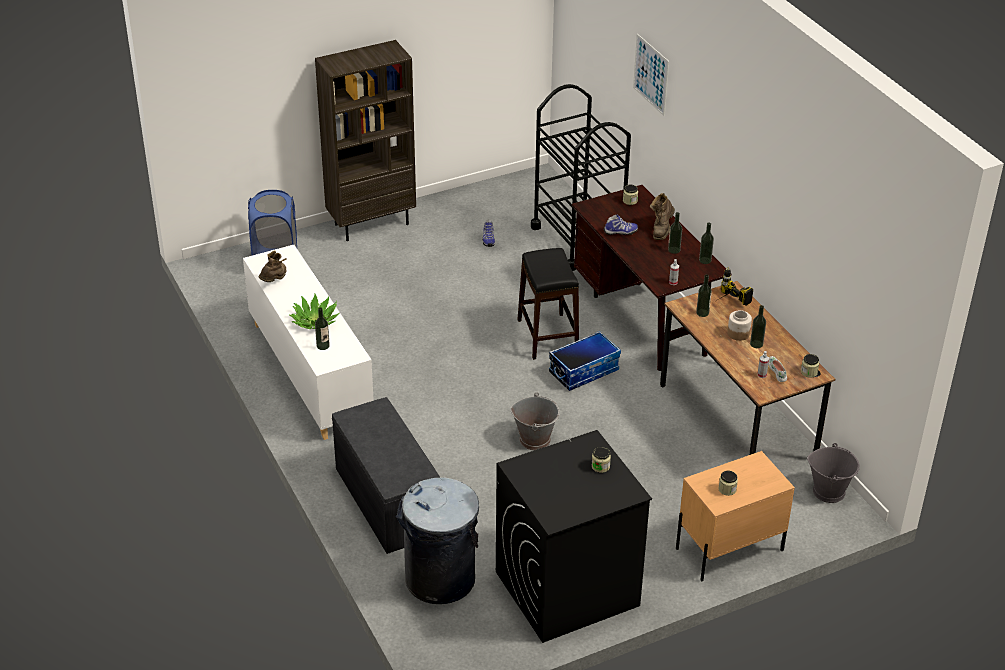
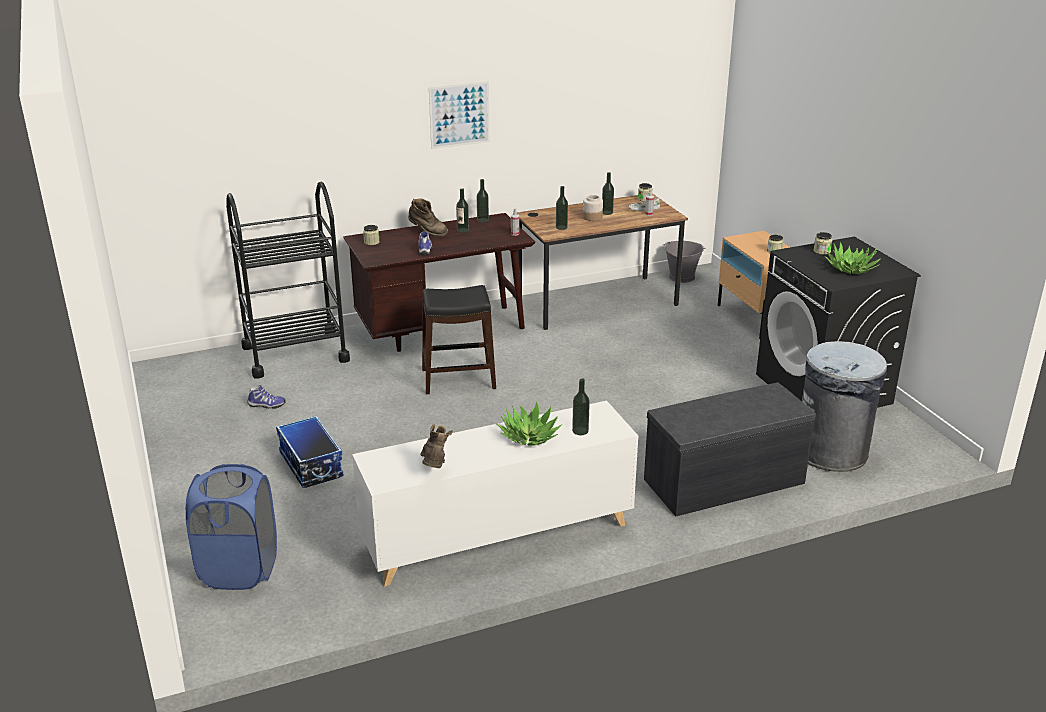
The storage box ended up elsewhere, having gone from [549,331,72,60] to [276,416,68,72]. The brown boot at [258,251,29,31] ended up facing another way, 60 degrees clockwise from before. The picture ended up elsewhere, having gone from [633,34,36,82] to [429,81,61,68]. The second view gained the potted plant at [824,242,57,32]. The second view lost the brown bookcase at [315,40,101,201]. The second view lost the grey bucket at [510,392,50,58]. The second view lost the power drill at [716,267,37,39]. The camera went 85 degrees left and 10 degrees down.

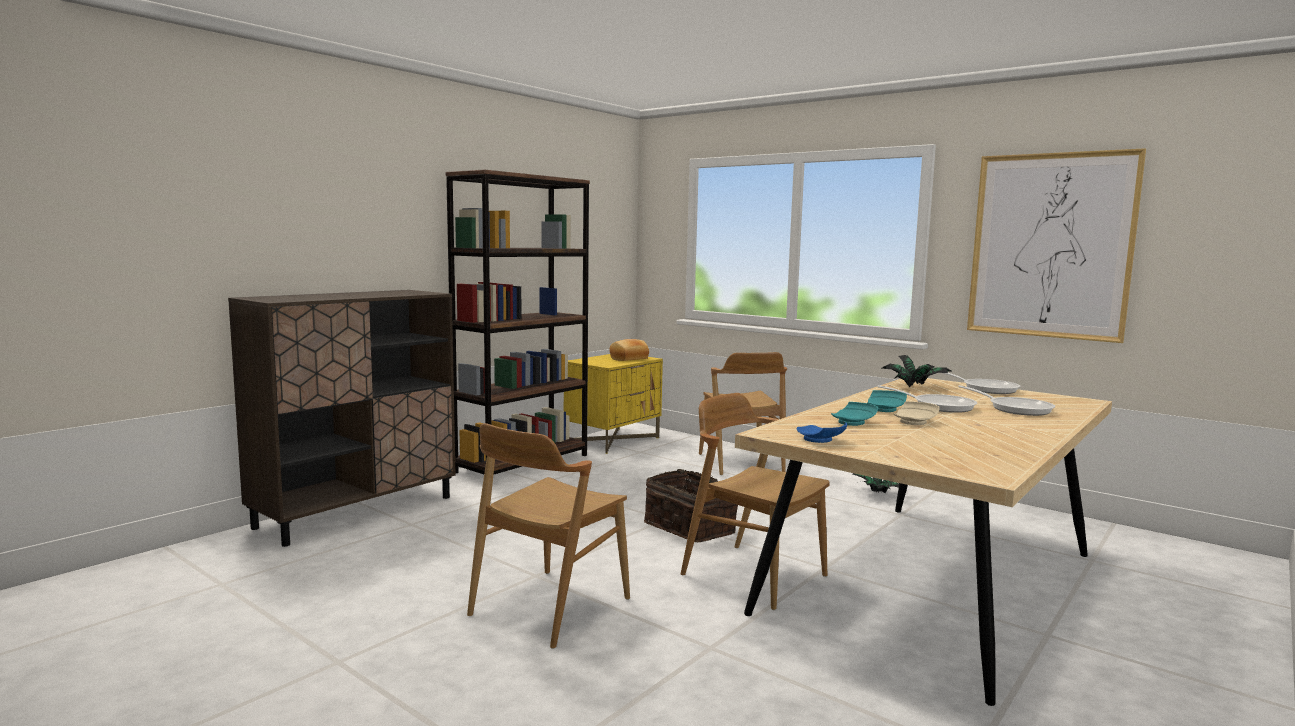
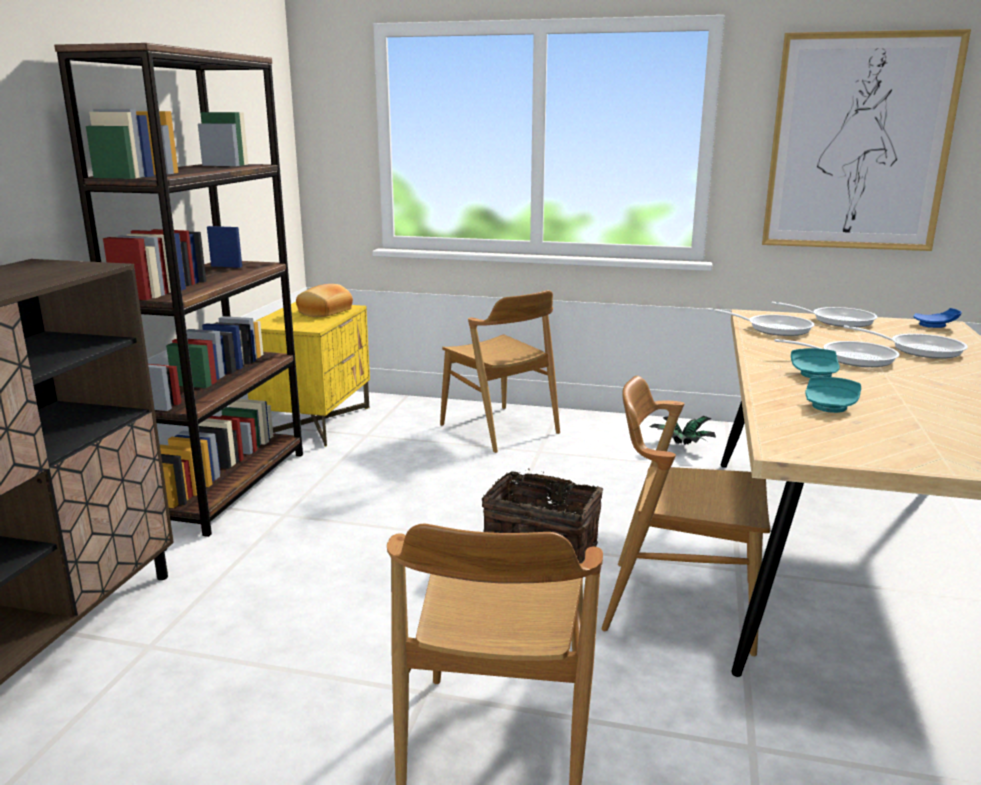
Where the potted plant stood at [882,355,71,32], the frying pan came to stand at [707,308,107,28]. The blue plate ended up elsewhere, having gone from [797,423,50,20] to [914,308,48,20]. The second view lost the beige plate at [894,401,46,24]. The camera went 25 degrees left and 10 degrees up.

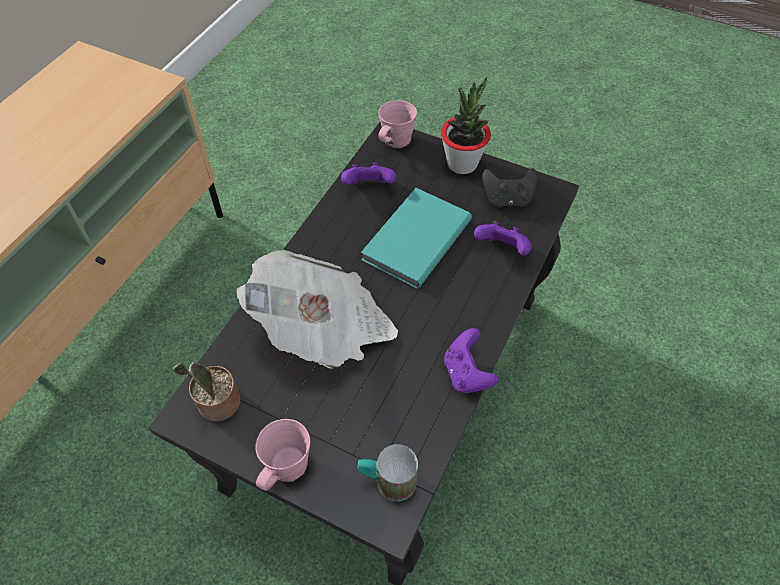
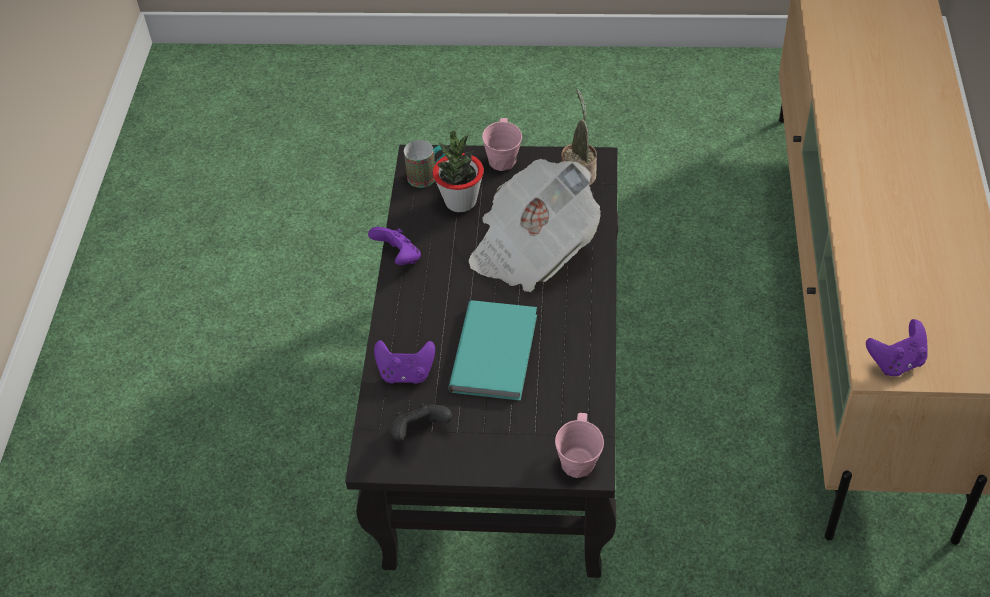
The potted plant ended up elsewhere, having gone from [441,77,50,97] to [433,131,51,81]. The purple game controller ended up elsewhere, having gone from [341,163,55,22] to [866,319,62,57]. The camera went 160 degrees right and 5 degrees down.

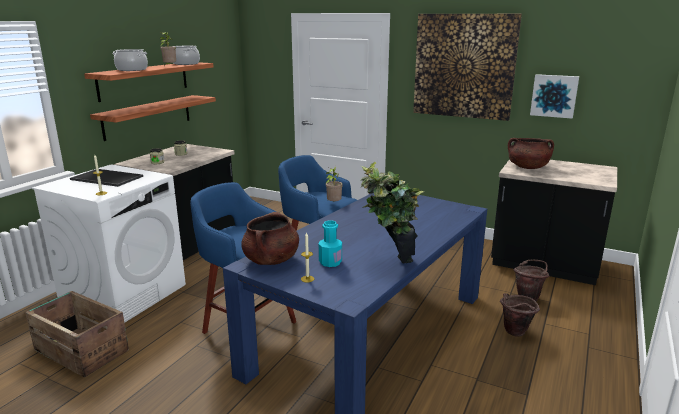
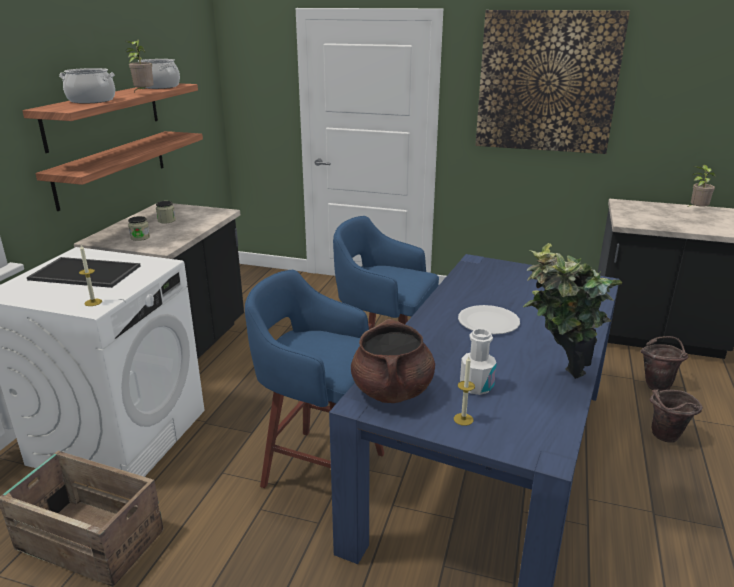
The second view gained the white plate at [458,305,62,30]. What was the turquoise bottle at [318,220,24,47] turned into the white bottle at [460,328,37,67]. The potted plant ended up elsewhere, having gone from [326,166,17,35] to [687,165,29,42]. The second view lost the brown cooking pot at [508,138,46,31]. The second view lost the picture at [530,74,49,45]. The camera went 10 degrees left and 5 degrees up.

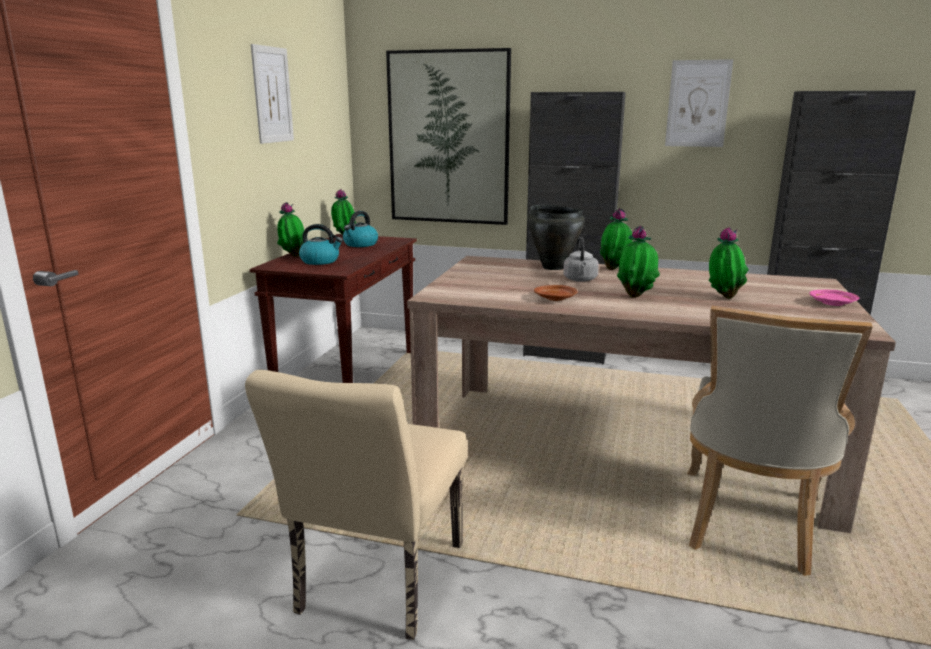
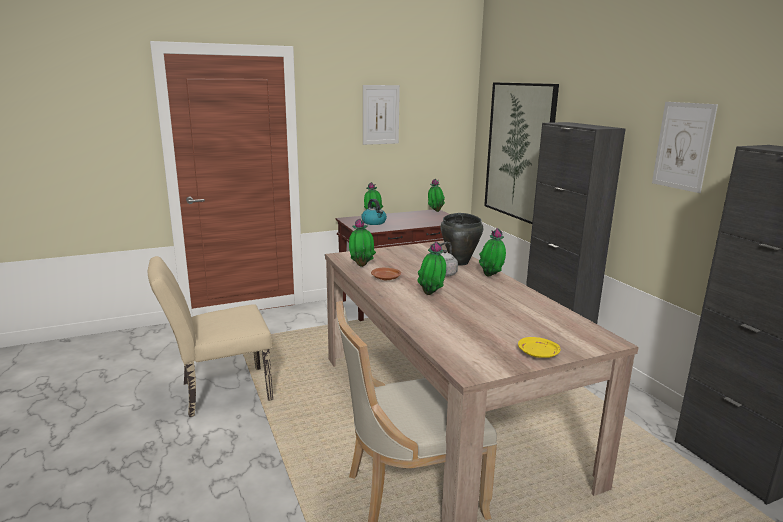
The potted plant ended up elsewhere, having gone from [709,227,40,72] to [349,219,27,48]. What was the pink plate at [809,290,50,16] turned into the yellow plate at [518,337,42,21]. The second view lost the kettle at [343,211,35,36]. The camera went 50 degrees right and 0 degrees up.

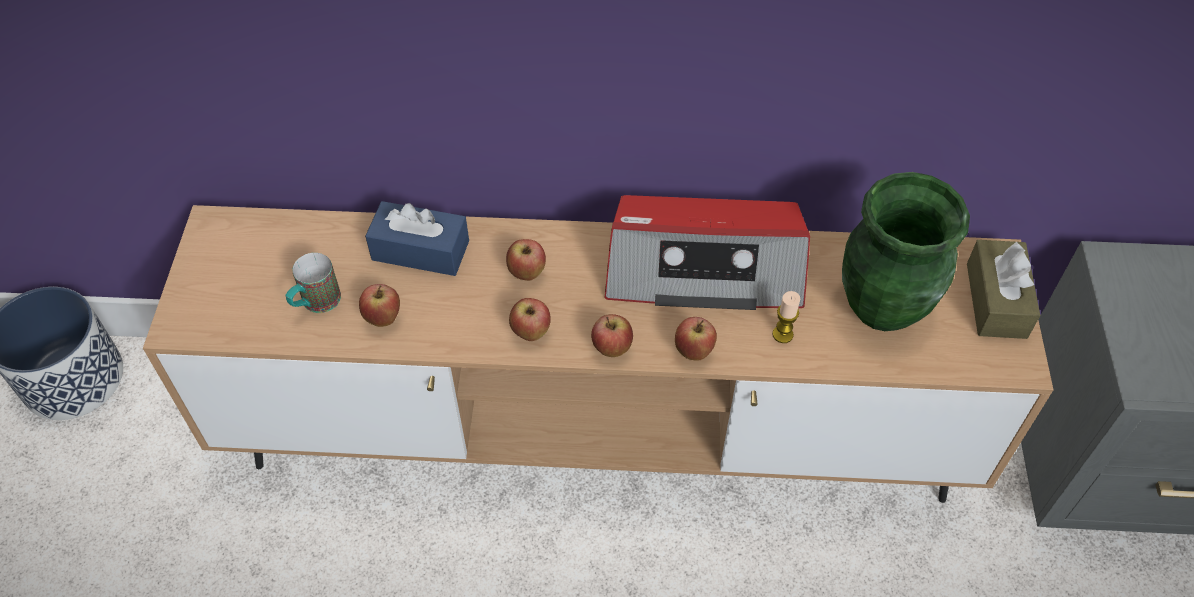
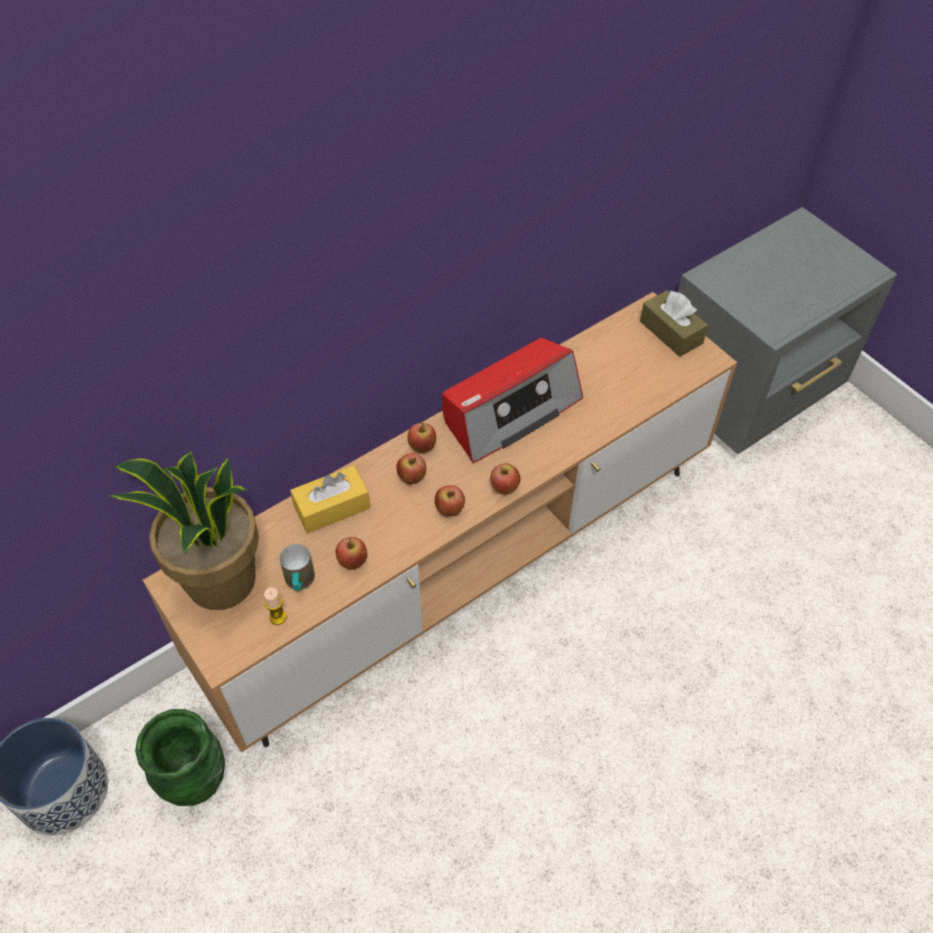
The second view gained the potted plant at [109,451,150,159]. The green vase ended up elsewhere, having gone from [842,172,128,159] to [135,709,90,97]. The candle ended up elsewhere, having gone from [772,291,28,52] to [264,587,23,38]. What was the blue tissue box at [365,201,104,75] turned into the yellow tissue box at [290,465,81,69]. The apple ended up elsewhere, having gone from [675,317,42,44] to [408,423,28,31]. The camera went 40 degrees left and 0 degrees up.

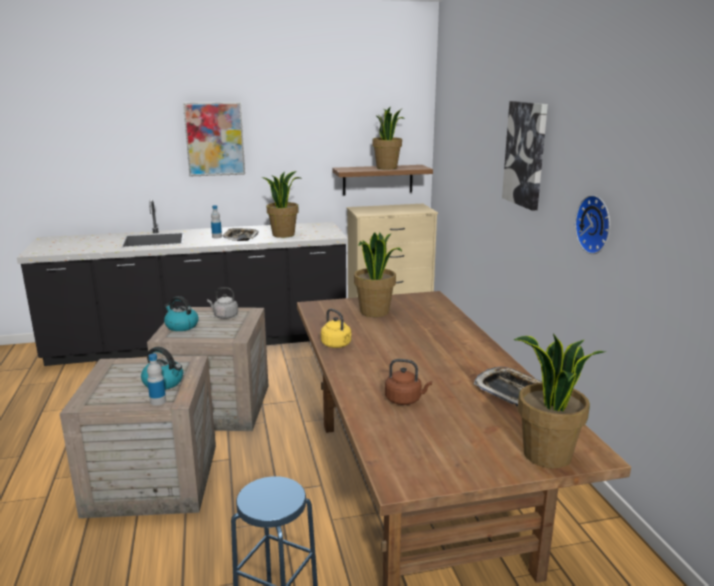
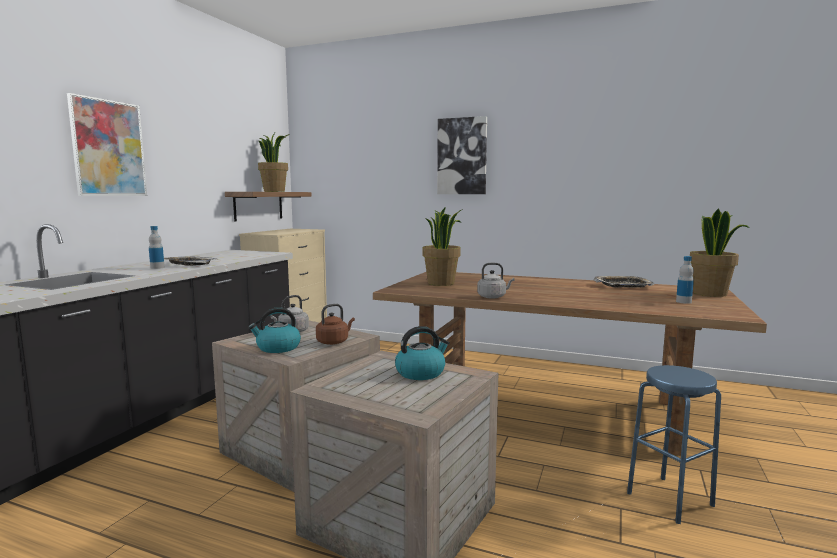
The brown kettle ended up elsewhere, having gone from [385,359,47,46] to [316,304,39,41]. What was the yellow kettle at [321,309,31,39] turned into the grey kettle at [477,263,38,36]. The bottle ended up elsewhere, having gone from [147,354,19,52] to [676,256,18,48]. The second view lost the potted plant at [262,171,38,67]. The second view lost the wall clock at [575,195,35,59]. The camera went 55 degrees left and 10 degrees down.

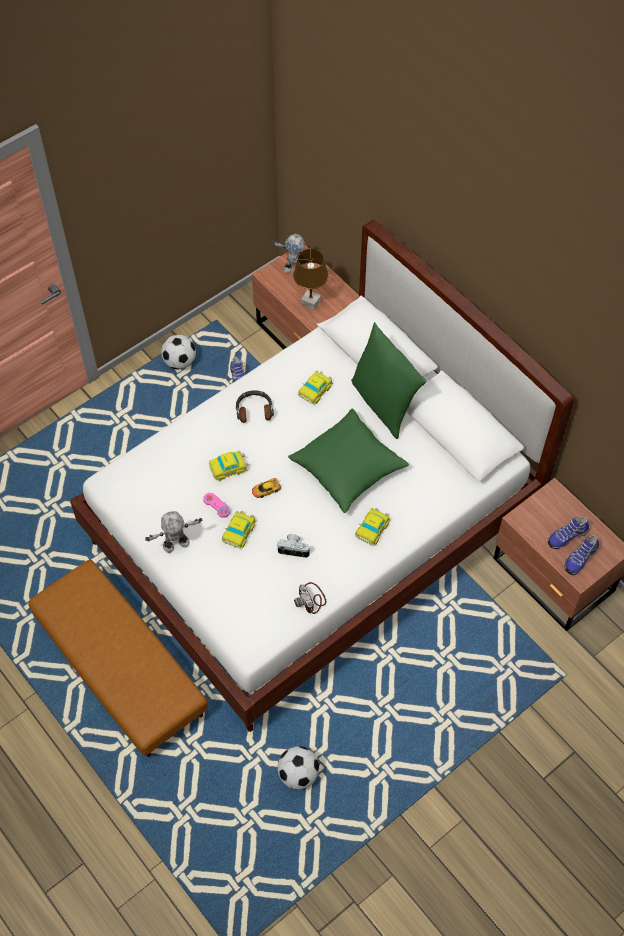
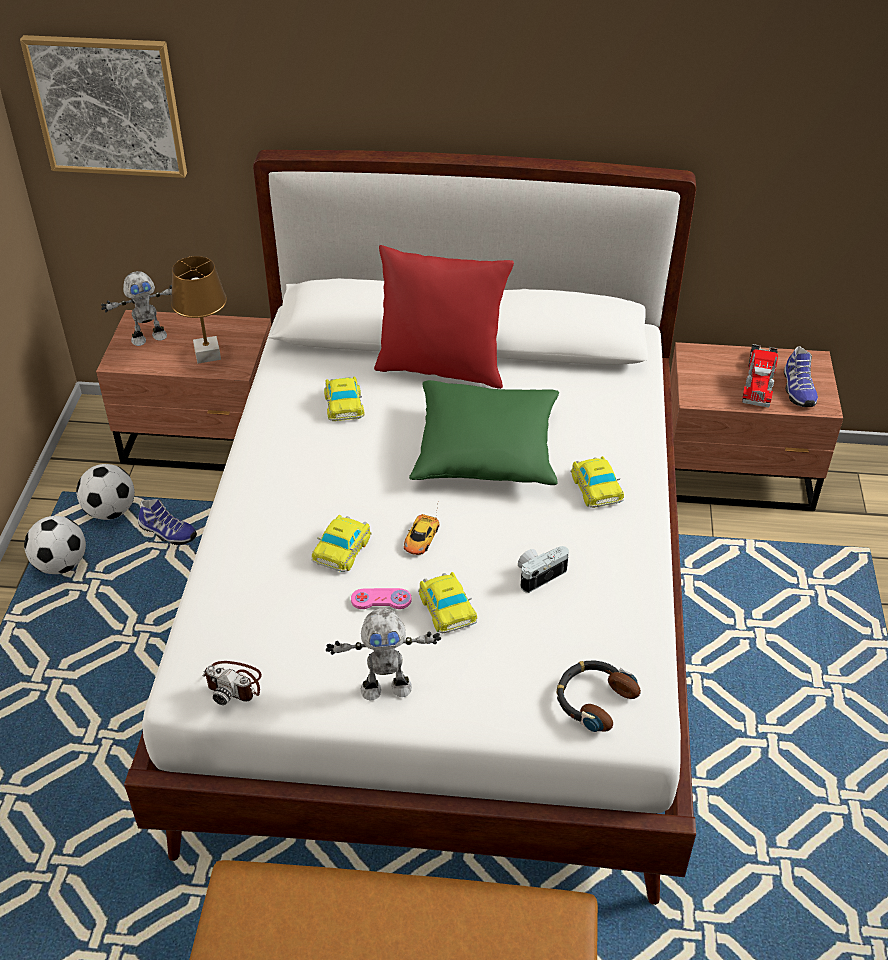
The second view gained the picture at [20,35,167,143]. The football ended up elsewhere, having gone from [277,746,42,44] to [76,464,59,56]. The photo camera ended up elsewhere, having gone from [294,582,32,32] to [202,661,60,44]. The toy robot at [145,511,58,42] ended up facing another way, 120 degrees counterclockwise from before. What was the green pillow at [351,322,75,117] turned into the red pillow at [374,245,140,144]. The headphones ended up elsewhere, having gone from [236,390,38,33] to [557,661,84,71]. Where the shoe stood at [548,517,41,32], the toy truck came to stand at [742,344,36,64]. The camera went 45 degrees left and 15 degrees down.

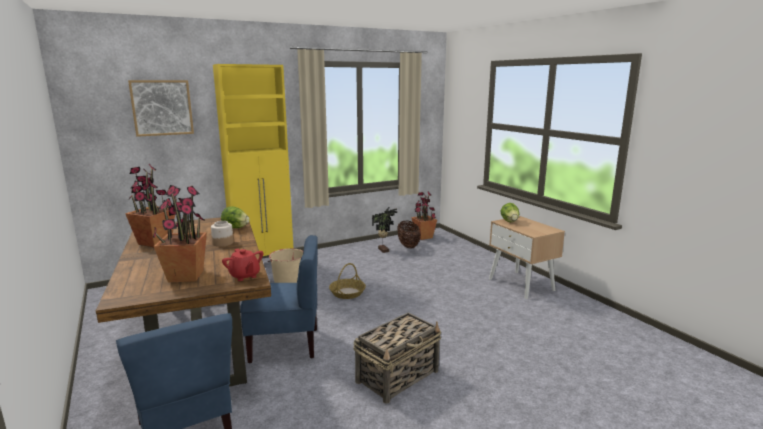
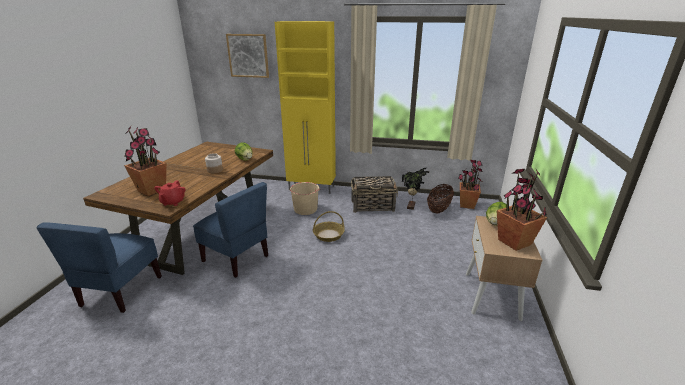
The basket ended up elsewhere, having gone from [353,312,88,92] to [351,176,47,37]. The potted plant ended up elsewhere, having gone from [125,164,50,83] to [497,168,50,83]. The camera went 40 degrees right and 10 degrees up.

